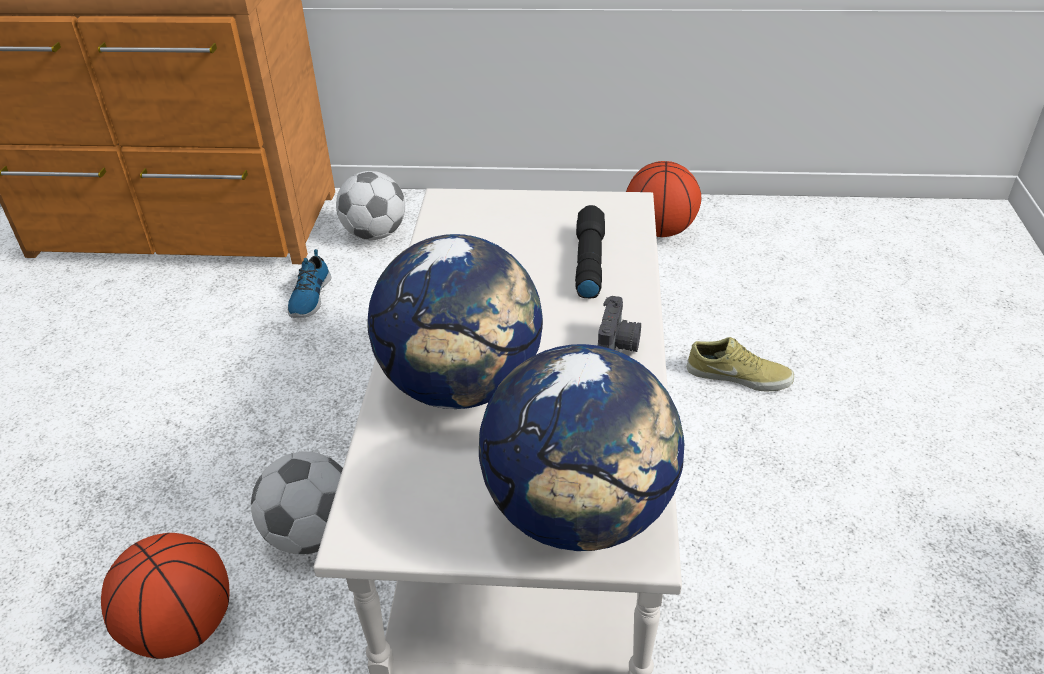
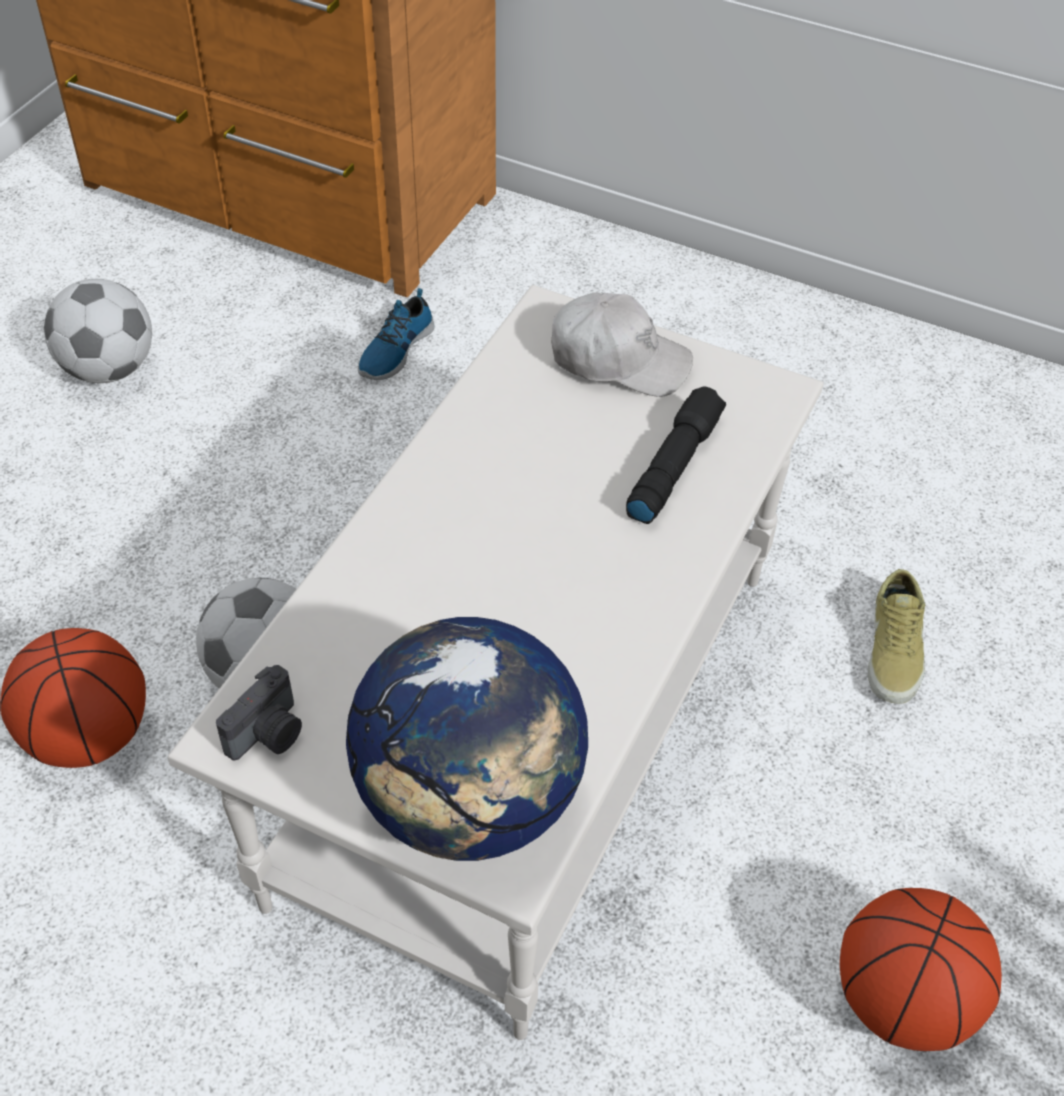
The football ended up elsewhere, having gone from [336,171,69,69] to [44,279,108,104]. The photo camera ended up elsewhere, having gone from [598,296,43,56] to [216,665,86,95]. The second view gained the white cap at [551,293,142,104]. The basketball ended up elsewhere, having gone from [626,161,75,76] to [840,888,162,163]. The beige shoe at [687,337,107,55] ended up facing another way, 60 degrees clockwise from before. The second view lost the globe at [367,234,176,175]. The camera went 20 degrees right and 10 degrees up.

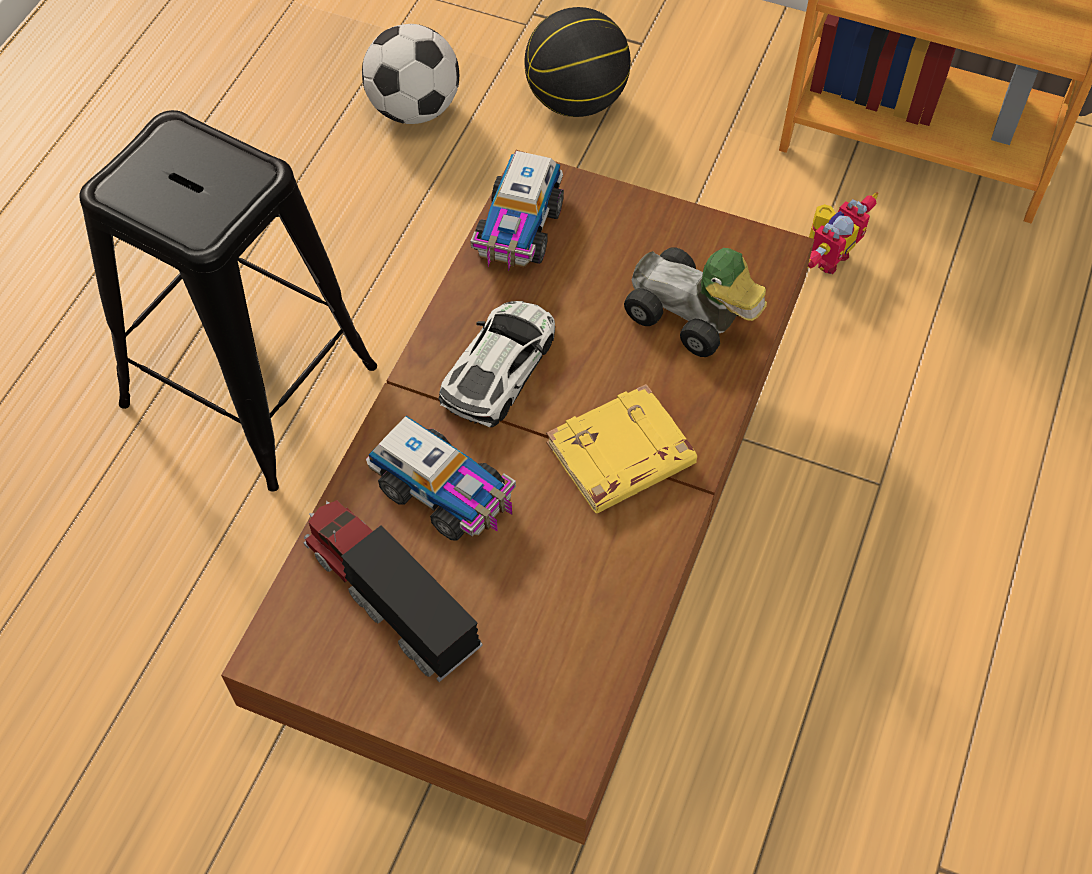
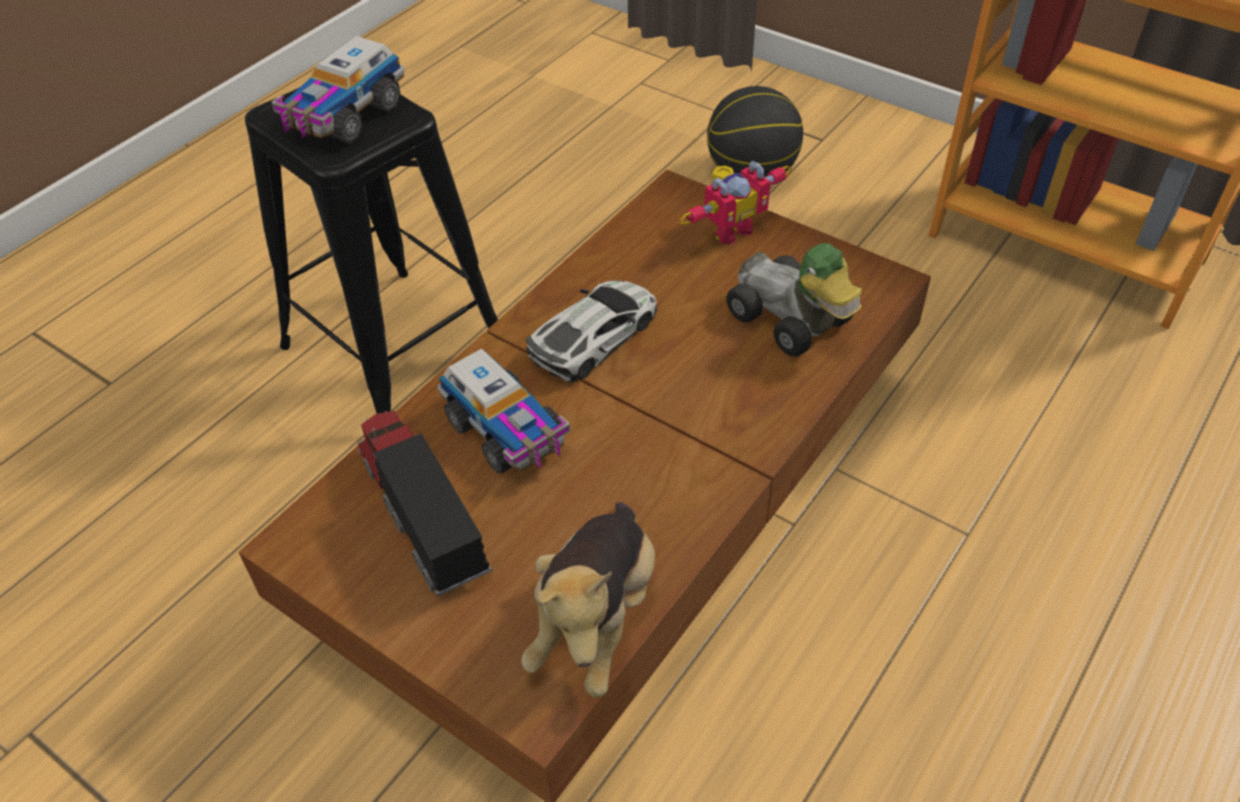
The toy truck ended up elsewhere, having gone from [471,151,93,120] to [271,36,133,108]. The second view gained the plush toy at [521,502,134,196]. The toy robot ended up elsewhere, having gone from [807,193,72,81] to [680,160,112,85]. The second view lost the football at [362,24,97,100]. The second view lost the yellow book at [546,384,151,129]. The camera went 15 degrees right and 10 degrees down.

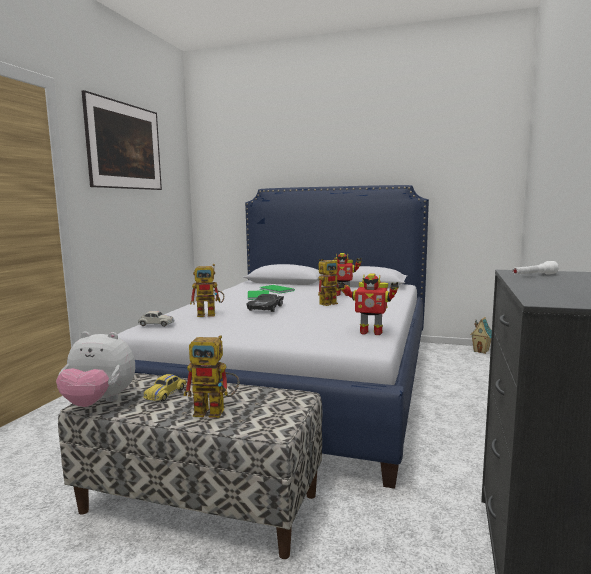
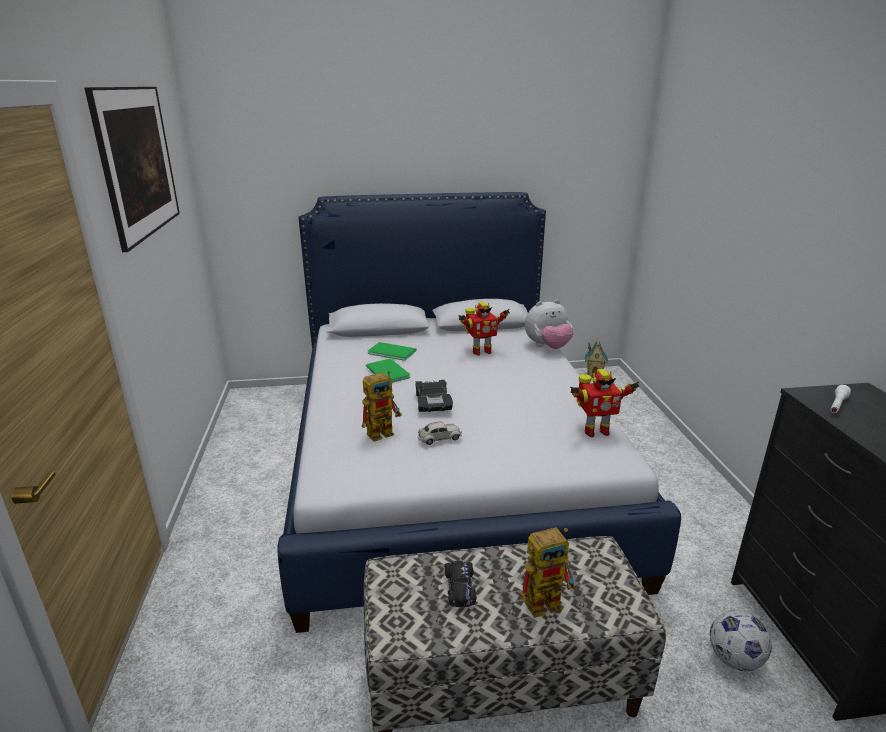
The white toy car ended up elsewhere, having gone from [138,311,37,16] to [418,421,44,24]. What was the yellow toy car at [143,374,43,28] turned into the black toy car at [444,560,32,47]. The plush toy ended up elsewhere, having gone from [56,331,79,76] to [525,299,48,50]. The second view gained the football at [710,610,62,61]. The second view lost the toy robot at [318,258,23,48]. The camera went 25 degrees left and 15 degrees up.

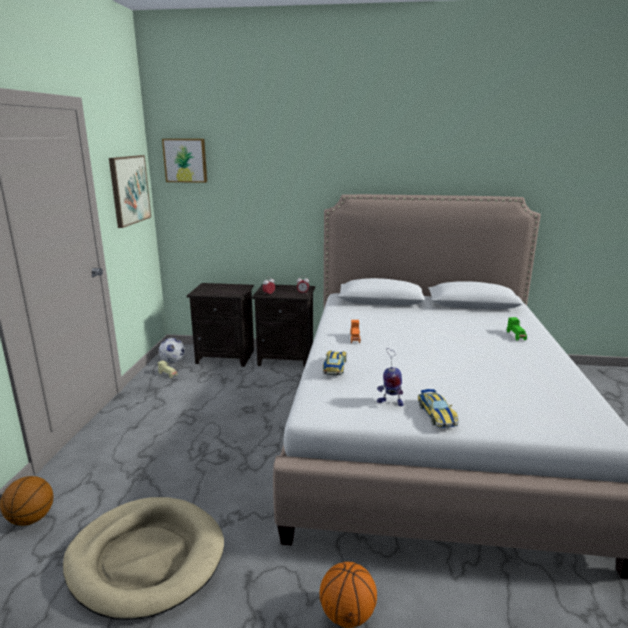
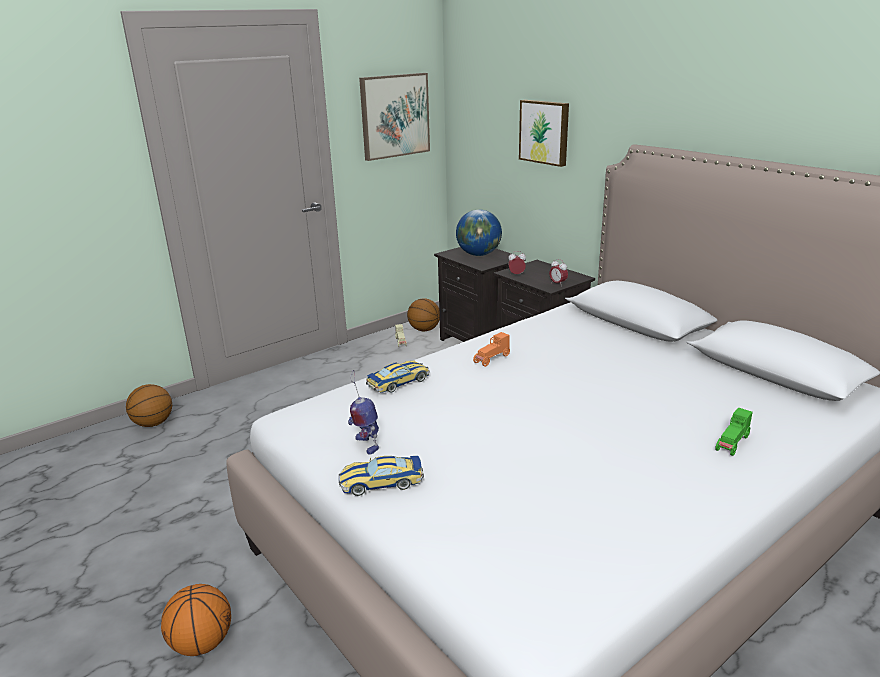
The toy car at [418,389,41,39] ended up facing another way, 45 degrees clockwise from before. Where the football stood at [159,338,26,25], the basketball came to stand at [407,298,33,33]. The second view gained the globe at [456,210,46,46]. The picture ended up elsewhere, having gone from [162,139,45,44] to [519,100,50,67]. The second view lost the beige dog bed at [63,497,161,123]. The camera went 45 degrees right and 5 degrees up.

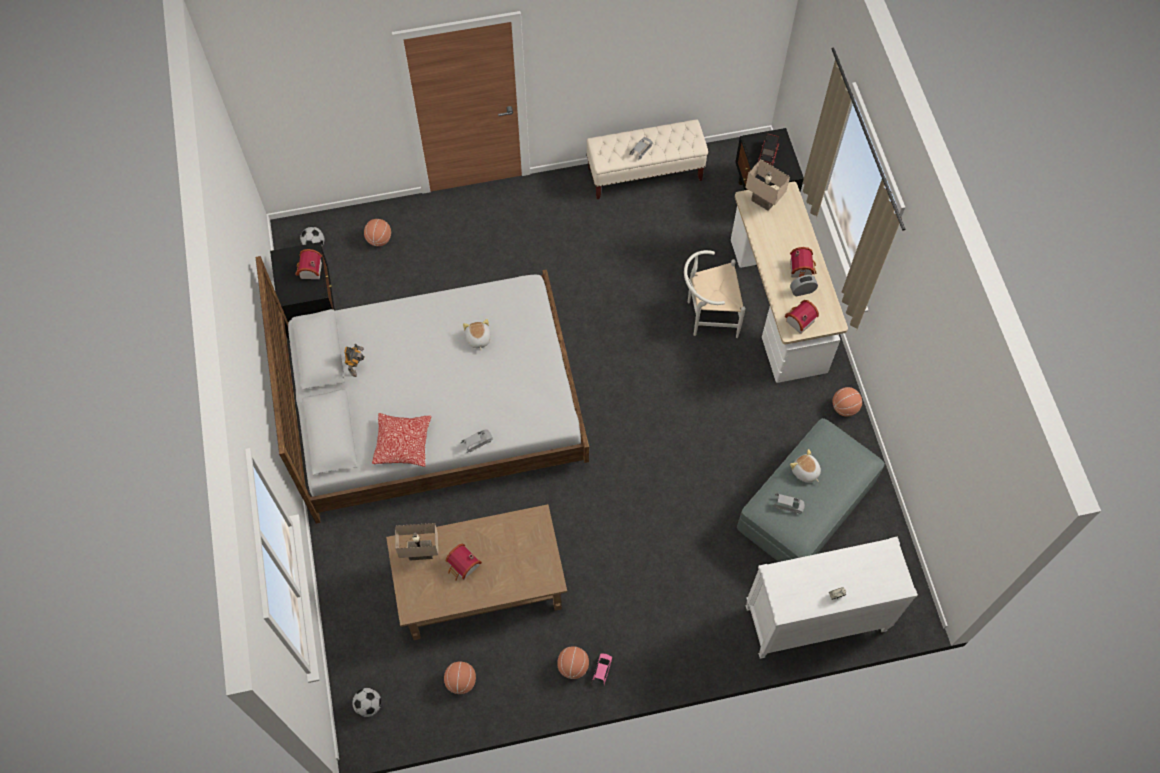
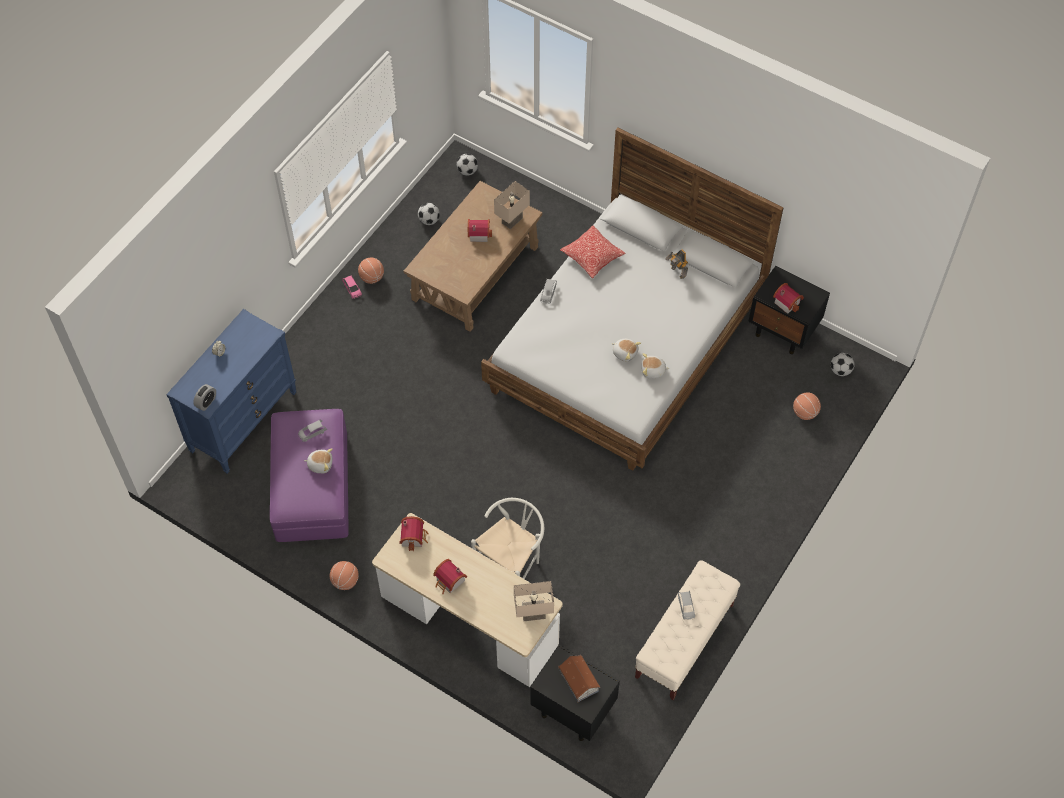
What was the white dresser at [745,537,173,122] turned into the blue dresser at [166,309,131,165]. The alarm clock ended up elsewhere, having gone from [790,275,28,21] to [193,384,23,27]. What was the grey ottoman at [737,418,148,144] turned into the purple ottoman at [270,409,79,133]. Where the basketball stood at [444,662,32,32], the football came to stand at [418,203,22,22]. Where the toy truck stood at [758,133,21,33], the toy house came to stand at [559,655,41,47]. The second view gained the plush toy at [641,353,28,26]. The camera went 135 degrees right and 5 degrees down.

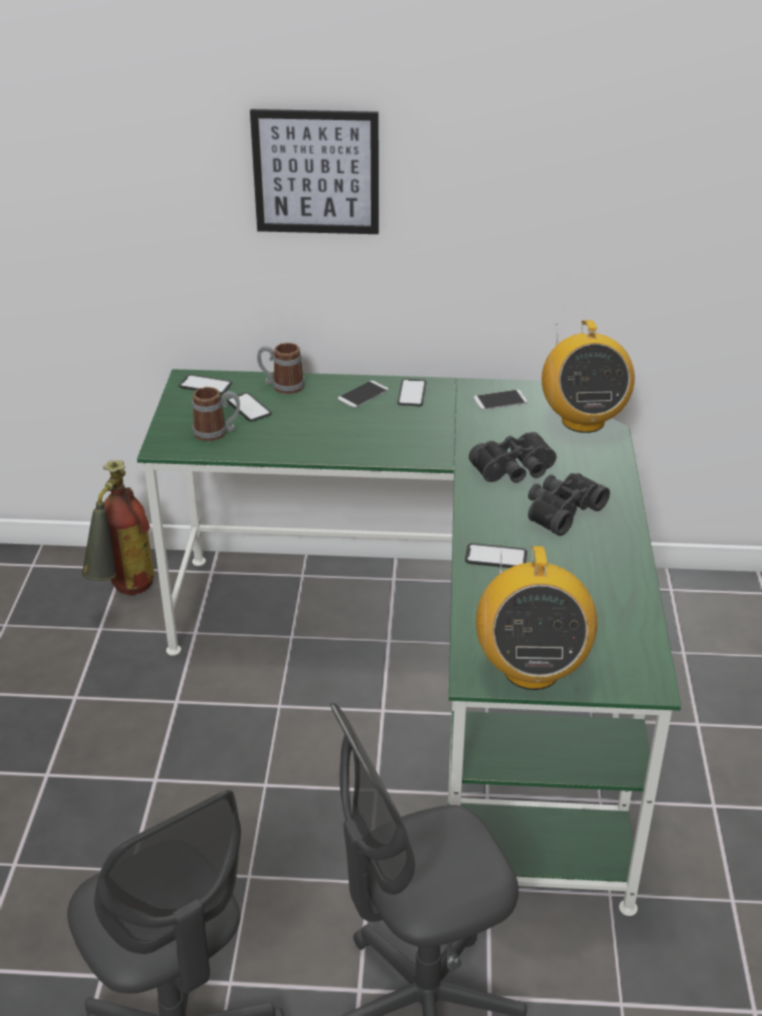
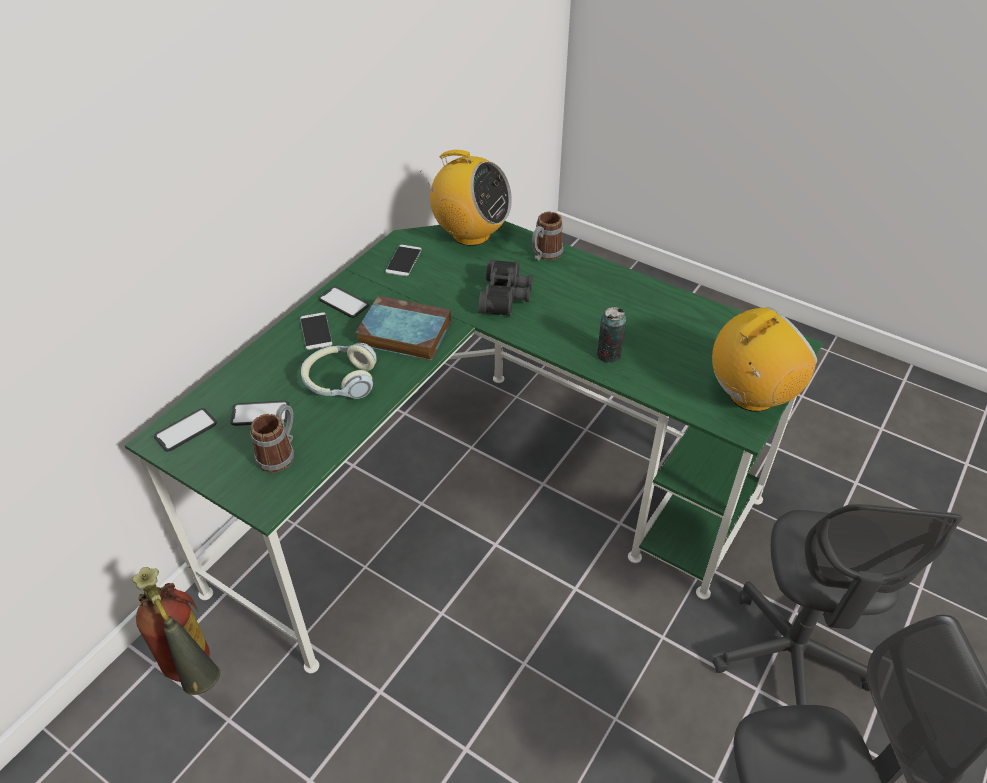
The second view gained the headphones at [301,343,76,56]. The second view gained the book at [356,296,95,64]. The mug ended up elsewhere, having gone from [257,343,48,51] to [532,212,31,49]. Where the phone stood at [465,543,62,25], the can came to stand at [596,307,30,56]. The radio at [476,545,121,145] ended up facing another way, 60 degrees counterclockwise from before. The second view lost the picture at [250,109,129,125]. The second view lost the black binoculars at [528,473,82,63]. The camera went 60 degrees left and 10 degrees up.

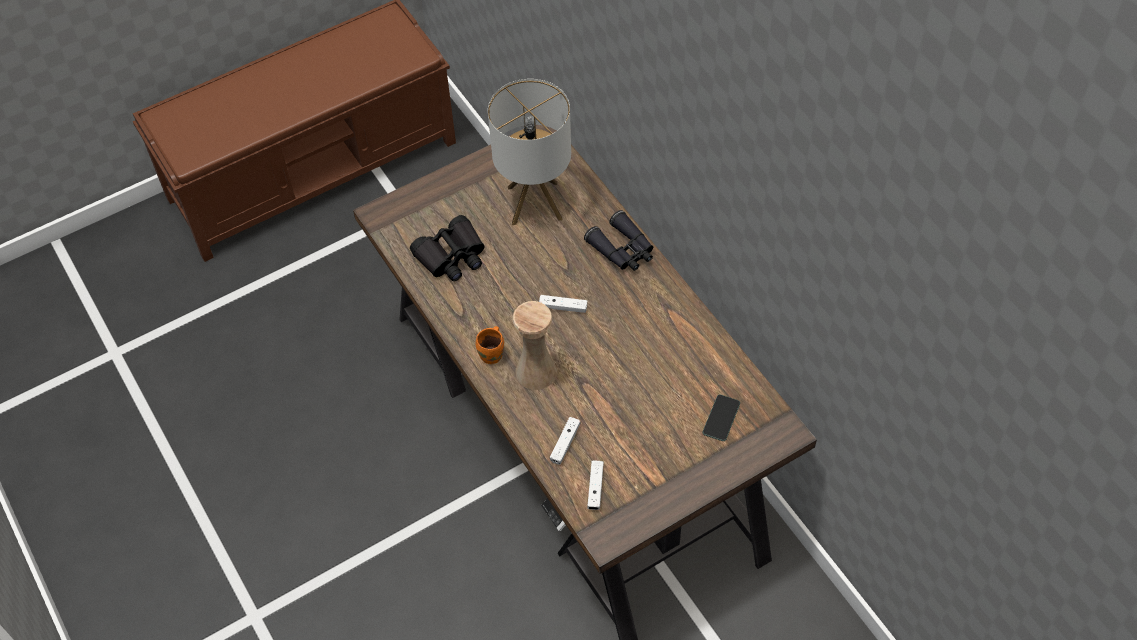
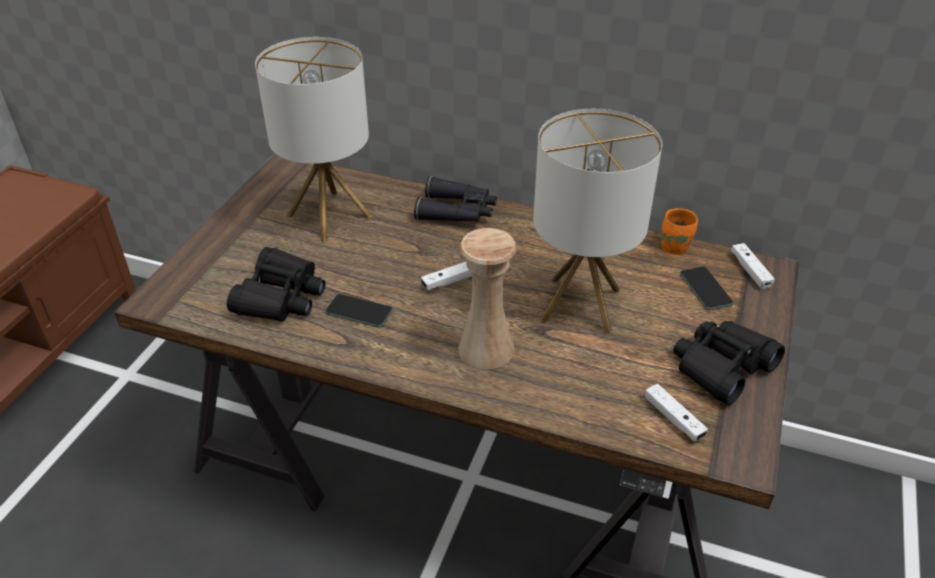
The second view gained the phone at [325,294,68,34]. The second view gained the table lamp at [533,109,129,225]. The orange mug ended up elsewhere, having gone from [476,326,28,38] to [661,208,37,47]. The second view gained the black binoculars at [673,321,112,84]. The white game controller ended up elsewhere, having gone from [550,417,31,48] to [731,243,44,46]. The camera went 40 degrees left and 15 degrees down.

